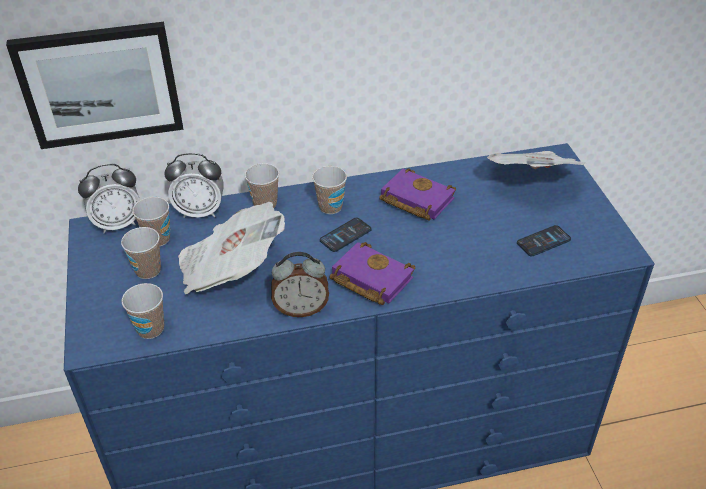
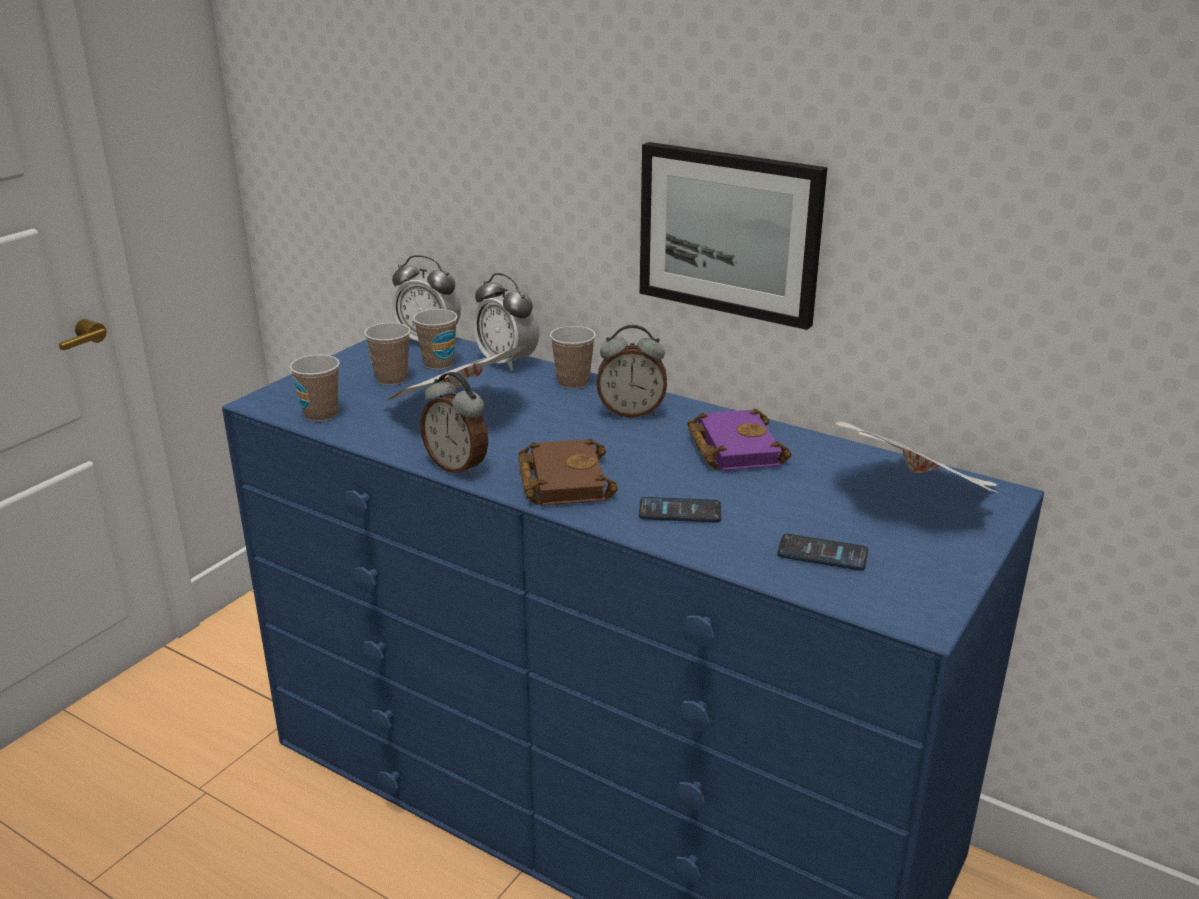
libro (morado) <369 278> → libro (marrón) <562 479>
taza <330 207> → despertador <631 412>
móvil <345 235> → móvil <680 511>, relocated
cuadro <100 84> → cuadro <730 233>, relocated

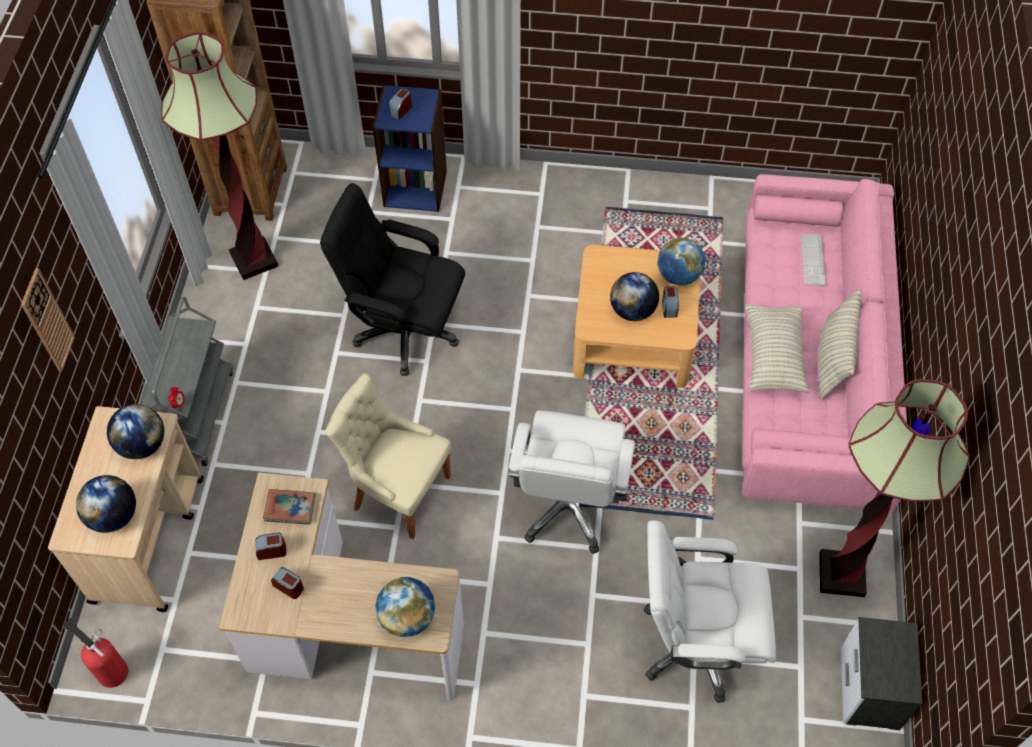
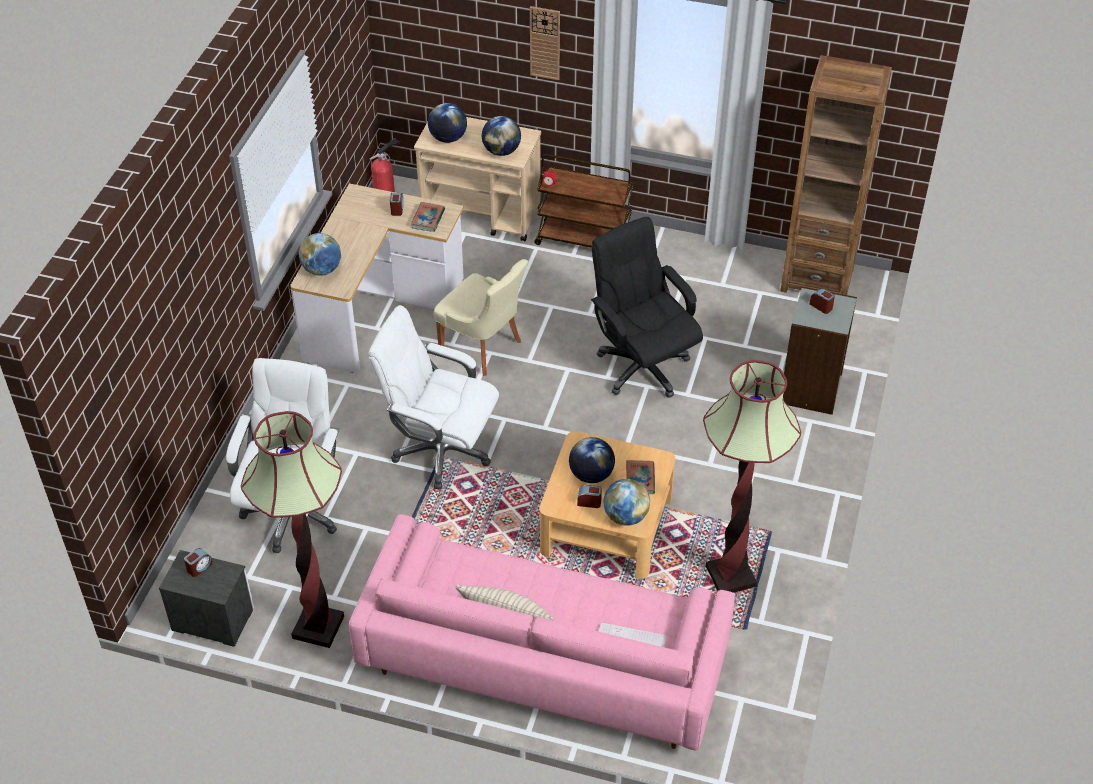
despertador <289 586> → despertador <199 567>, relocated
silla (beis) <398 491> → silla (beis) <483 348>, 90 degrees clockwise
carrito (gris) <197 414> → carrito (marrón) <584 241>
silla de oficina (negro) <405 331> → silla de oficina (negro) <642 366>, 60 degrees counterclockwise
- → libro <640 479>
lámpara de pie <254 260> → lámpara de pie <730 576>, relocated
estantería (azul) <415 188> → estantería (gris) <811 390>
cojín <773 356> → -

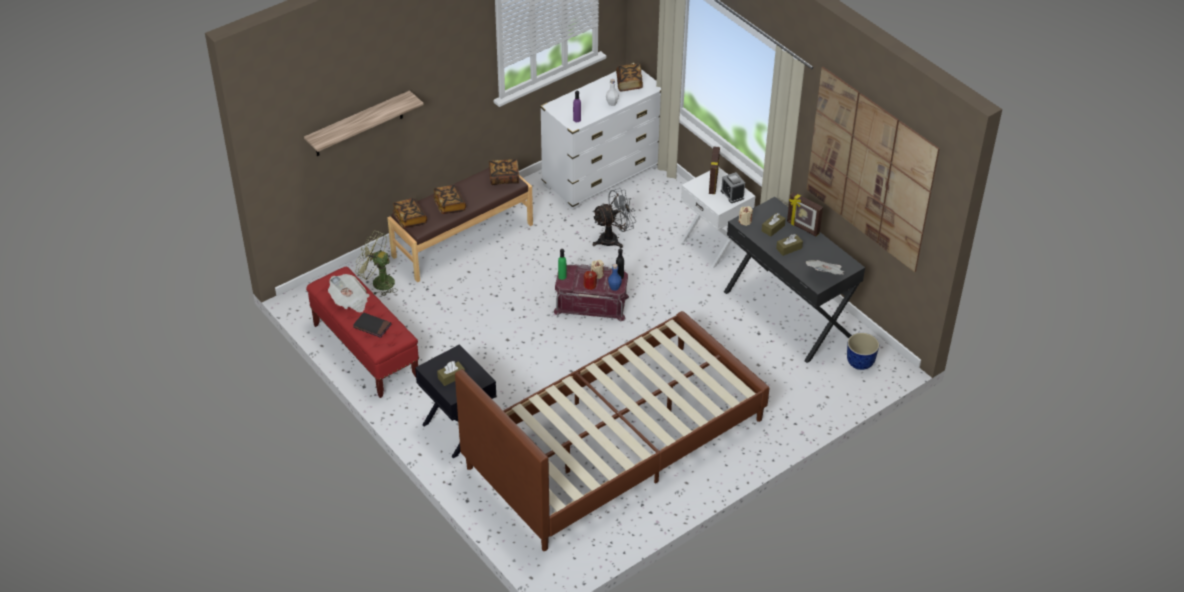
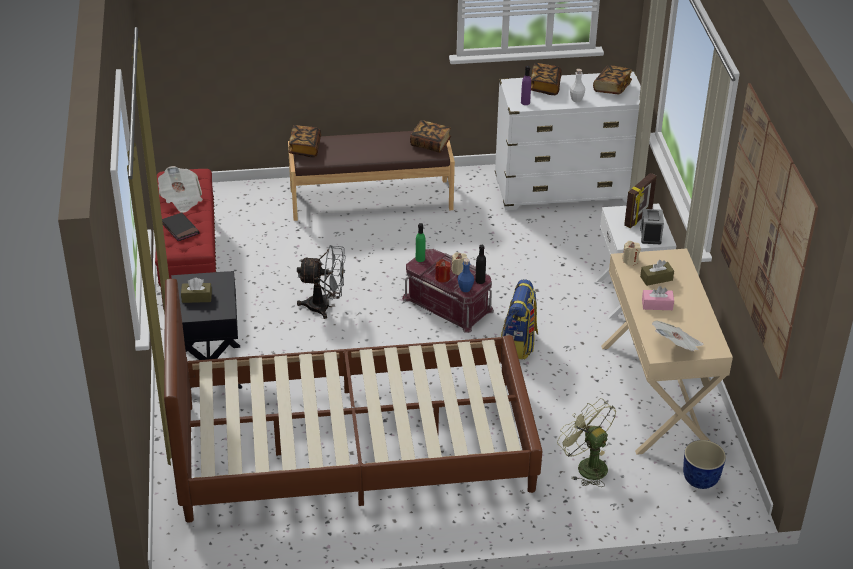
ventilador (gris) <613 239> → ventilador (gris) <325 306>, relocated
- → mochila <519 344>
libro <449 205> → libro <545 86>, relocated
ventilador (verde) <378 282> → ventilador (verde) <586 466>, relocated
escritorio (negro) <788 313> → escritorio (beis) <657 395>
caja de pañuelos (marrón) <789 248> → caja de pañuelos (rosa) <657 305>
estante <358 124> → -
portarretratos <802 228> → -

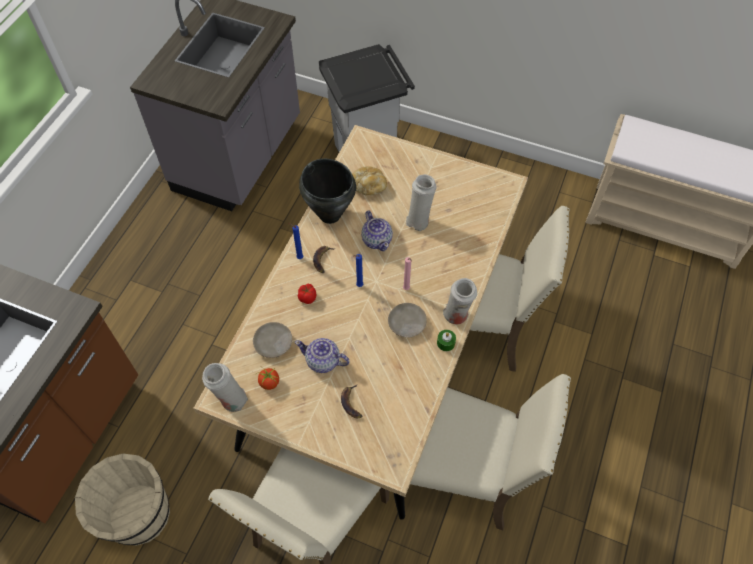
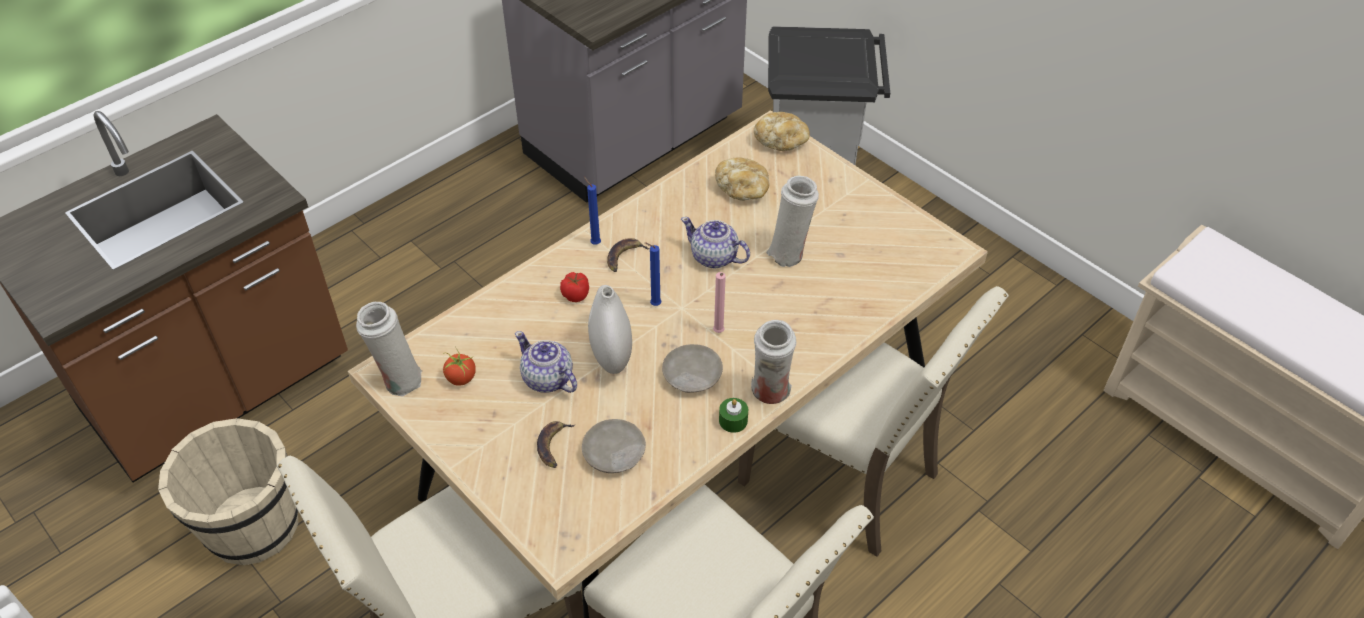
plato (beis) <273 343> → plato (beis) <613 453>, relocated
- → florero (blanco) <611 354>
tetera <377 240> → tetera <714 257>, 120 degrees clockwise
- → pan <781 141>
olla (negro) <330 214> → -

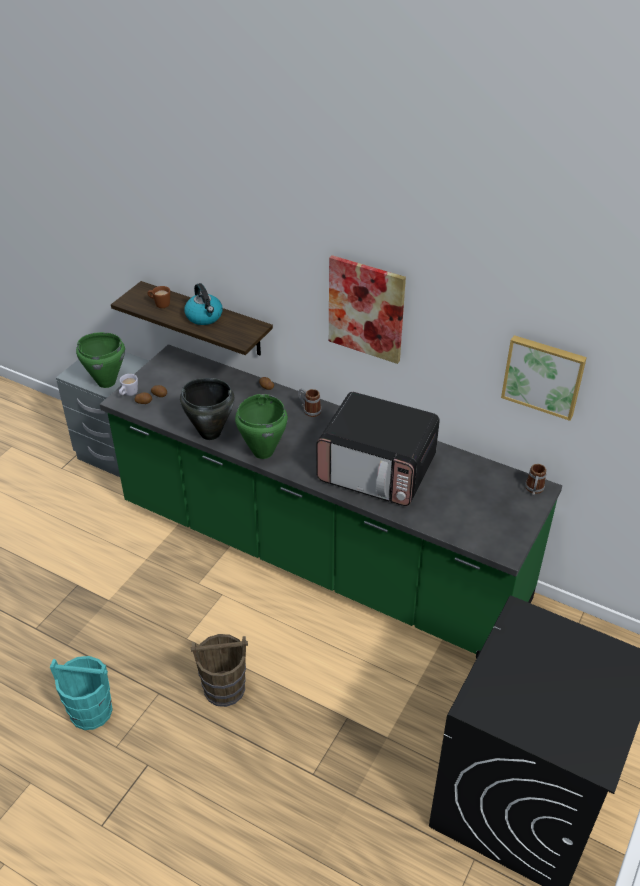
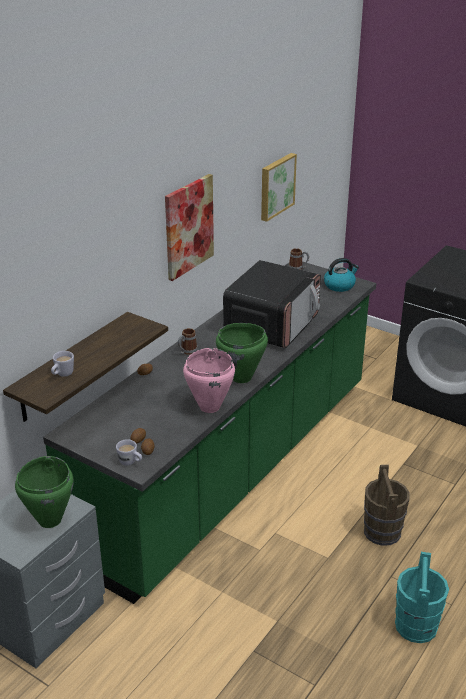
taza grande (marrón) <160 304> → taza grande (blanco) <62 375>
olla (negro) <210 433> → olla (rosa) <209 407>
hervidor <204 317> → hervidor <339 285>, relocated

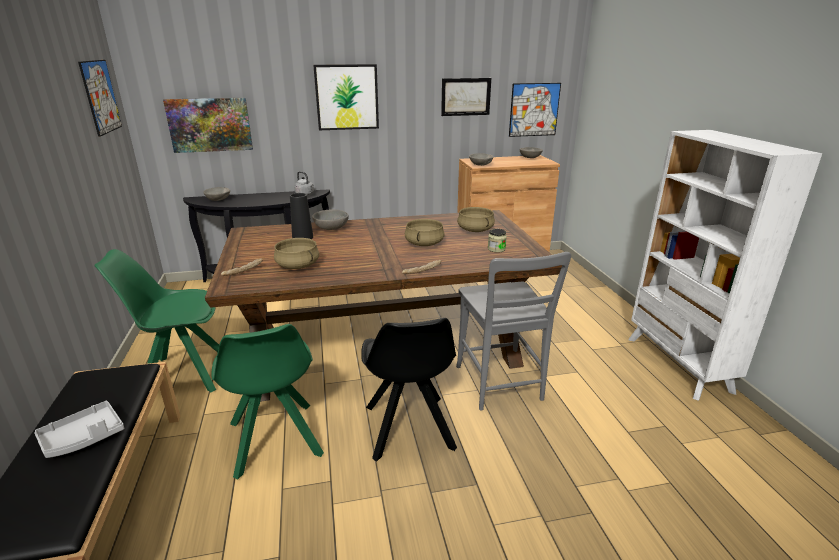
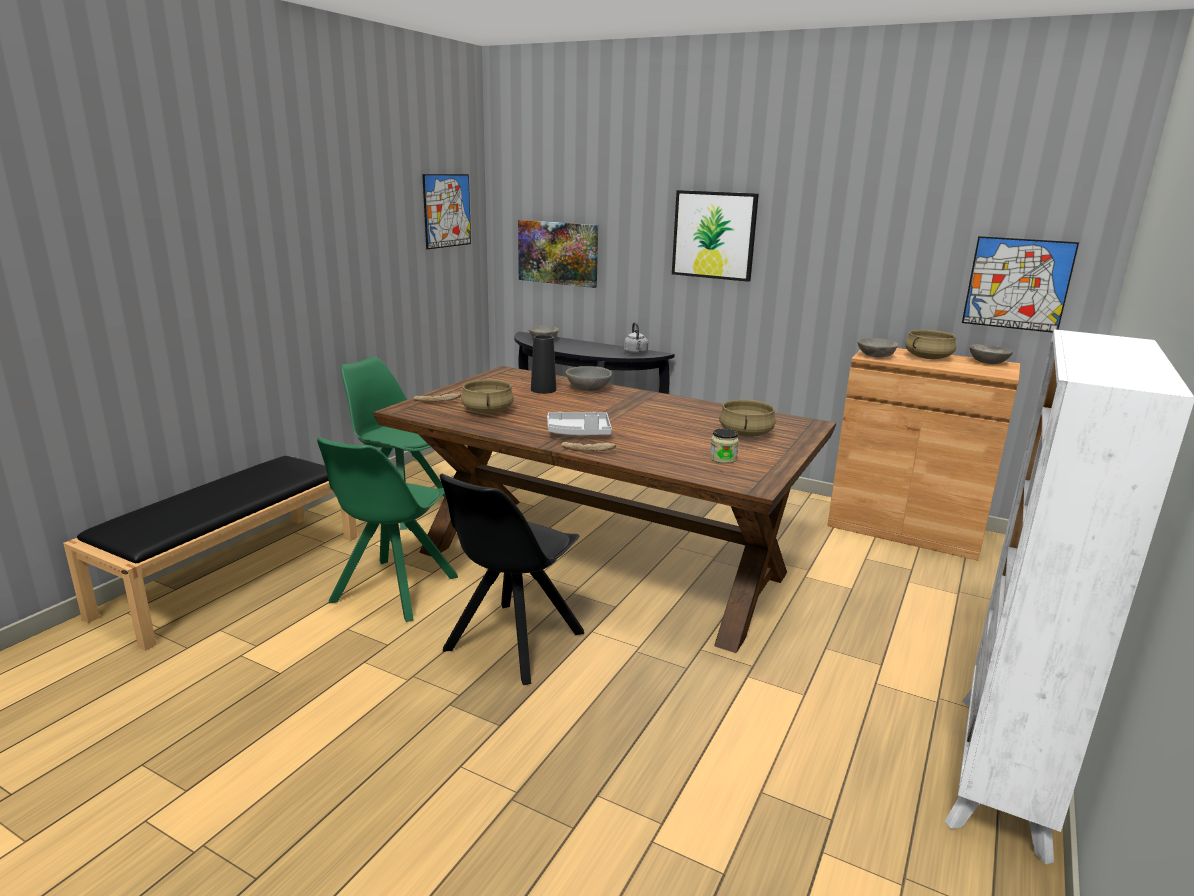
bandeja (gris) <83 438> → bandeja (gris) <579 433>, relocated
olla (beis) <424 244> → olla (beis) <928 358>, relocated
cuadro <466 97> → -
silla (gris) <500 386> → -

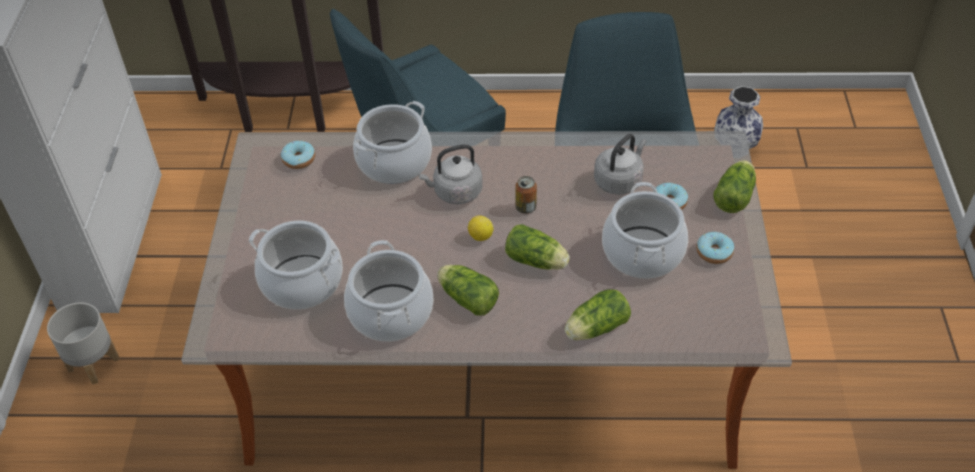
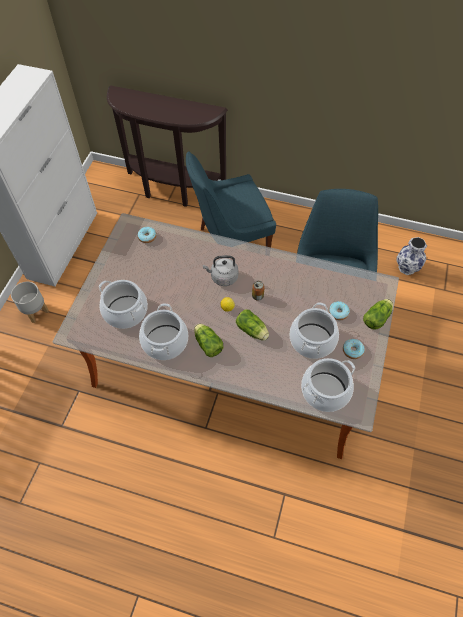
olla <394 162> → olla <325 391>, relocated
lechuga <594 328> → -
hervidor (gris) <619 180> → -

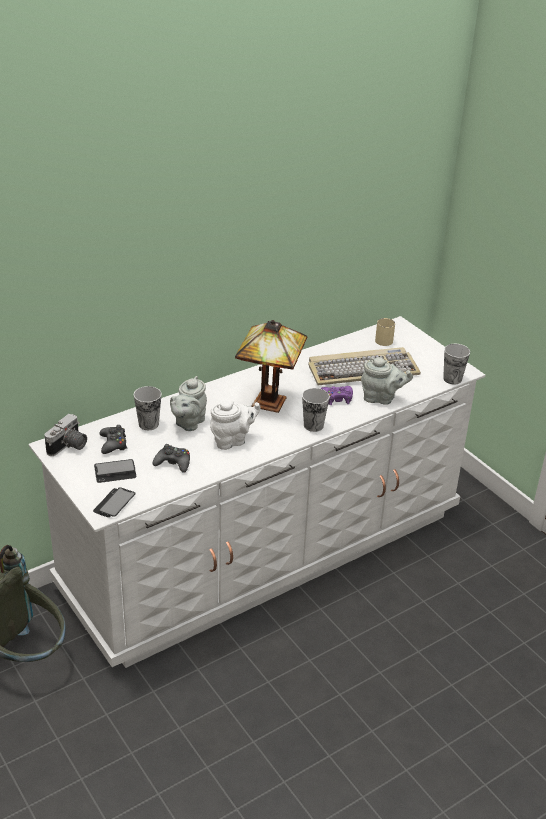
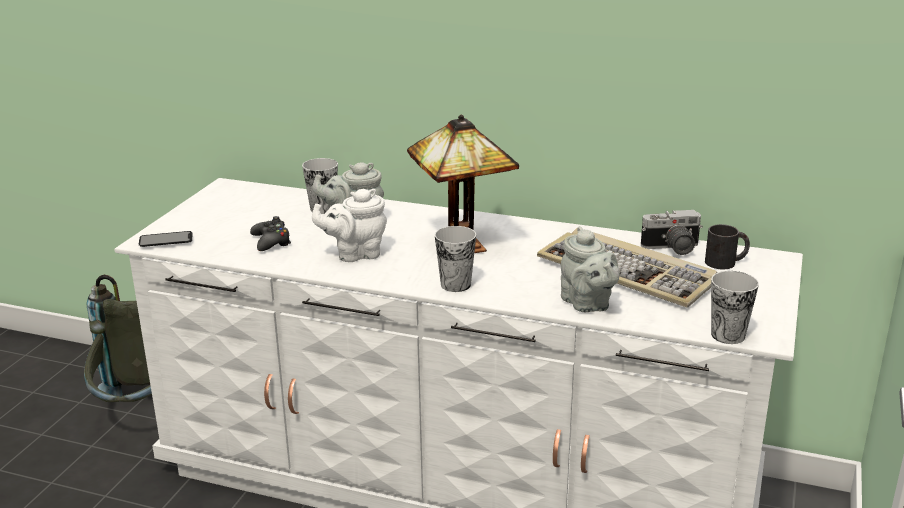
tetera (blanco) <232 440> → tetera (blanco) <355 254>, 135 degrees clockwise
cámara <69 447> → cámara <672 249>, relocated
taza grande (beis) <386 339> → taza grande (negro) <726 262>
móvil <115 472> → -
mando de consola (negro) <113 444> → -
mando de consola (morado) <337 398> → -

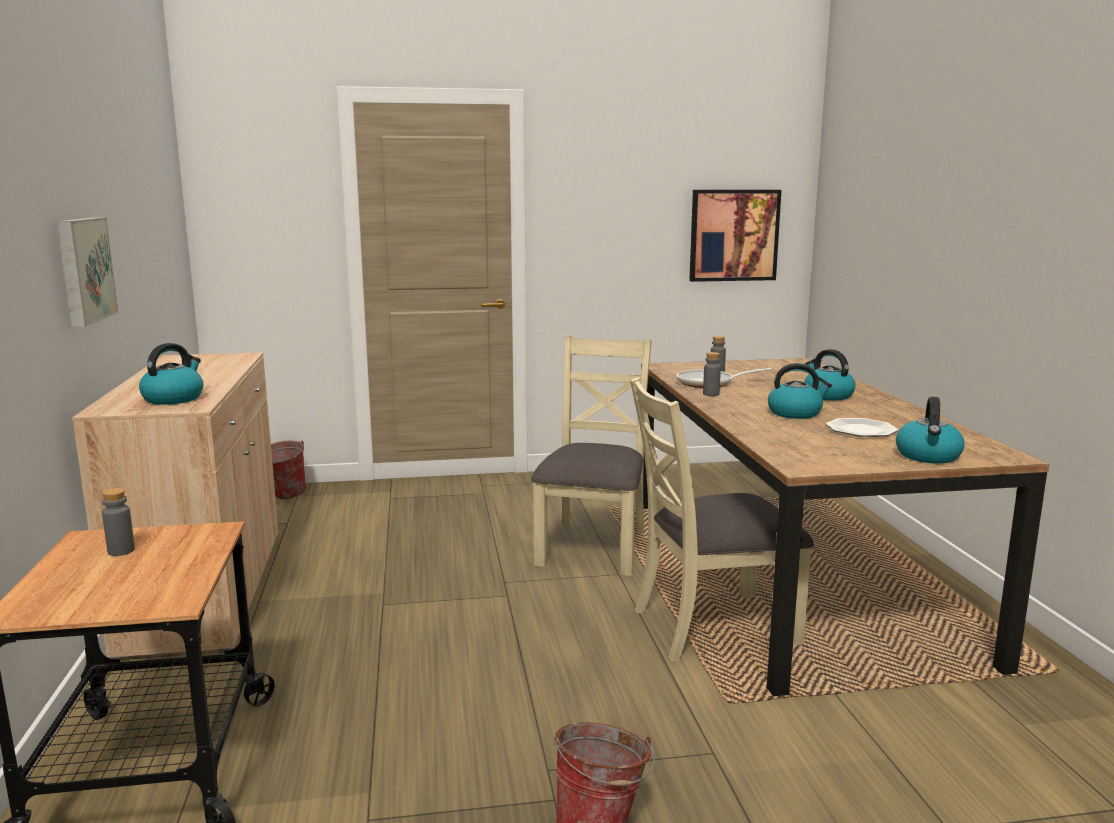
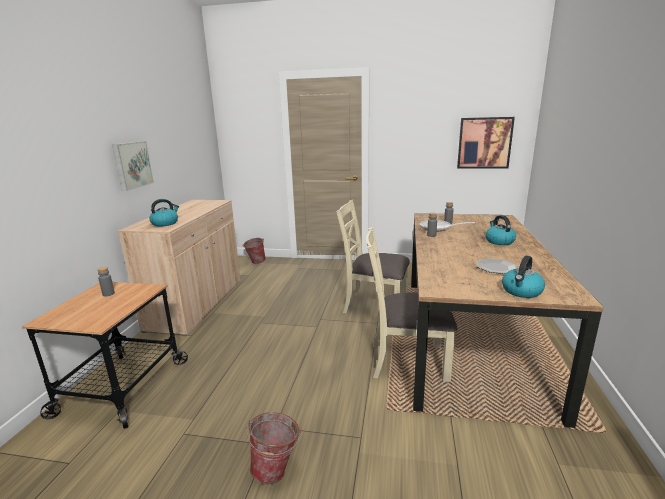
silla (beis) <594 547> → silla (beis) <374 306>, 105 degrees counterclockwise
hervidor <795 413> → -

